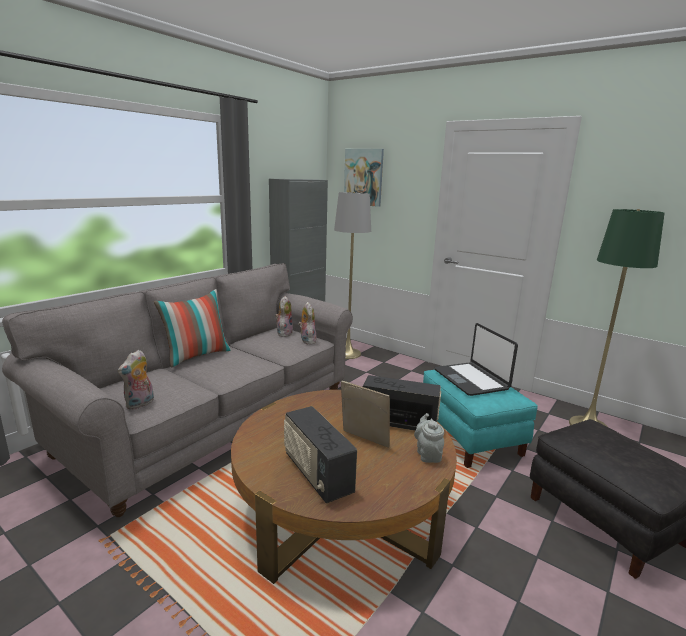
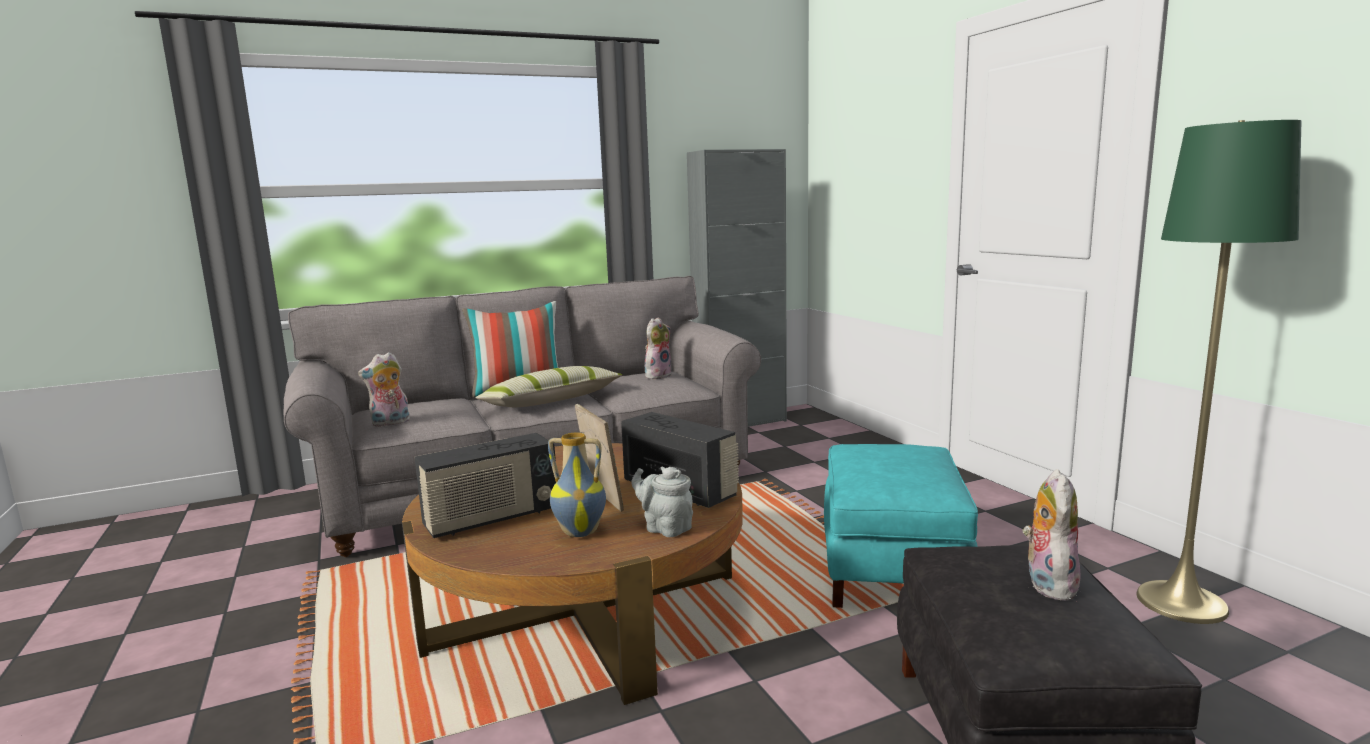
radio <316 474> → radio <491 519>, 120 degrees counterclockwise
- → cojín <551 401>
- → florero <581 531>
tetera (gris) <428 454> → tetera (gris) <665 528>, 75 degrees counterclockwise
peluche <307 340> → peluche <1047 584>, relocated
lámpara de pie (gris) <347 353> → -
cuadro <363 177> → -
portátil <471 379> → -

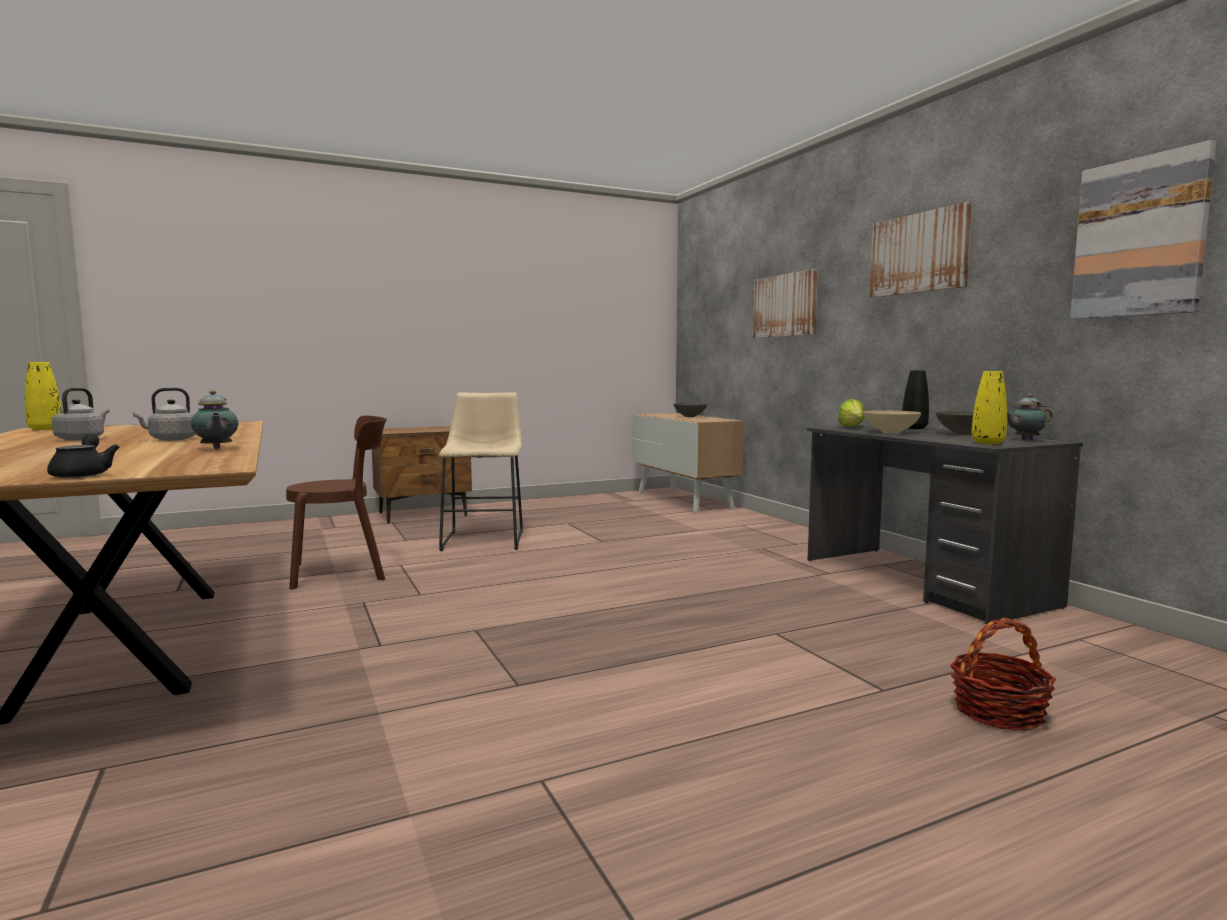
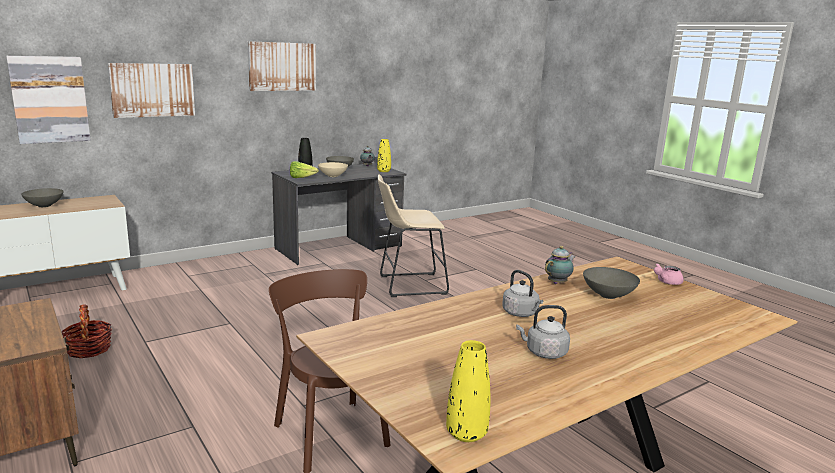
cuadro <1139 238> → cuadro <50 99>, relocated
cesta <998 712> → cesta <88 349>, relocated
taburete (beis) <485 539> → taburete (beis) <408 285>, relocated
- → cuenco (gris) <607 295>
tetera (negro) <84 474> → tetera (rosa) <666 282>

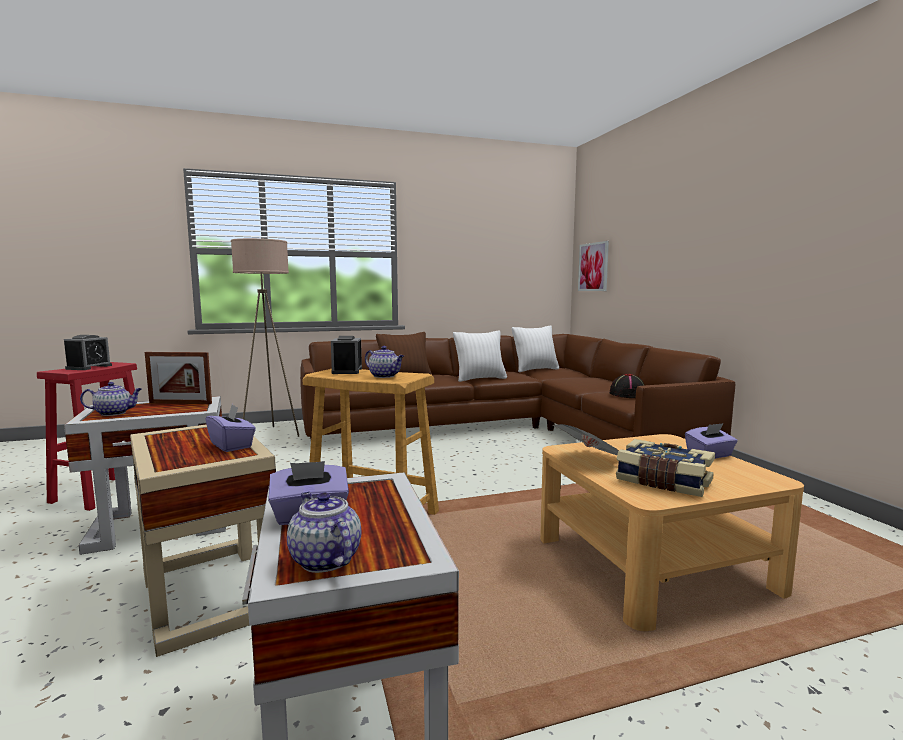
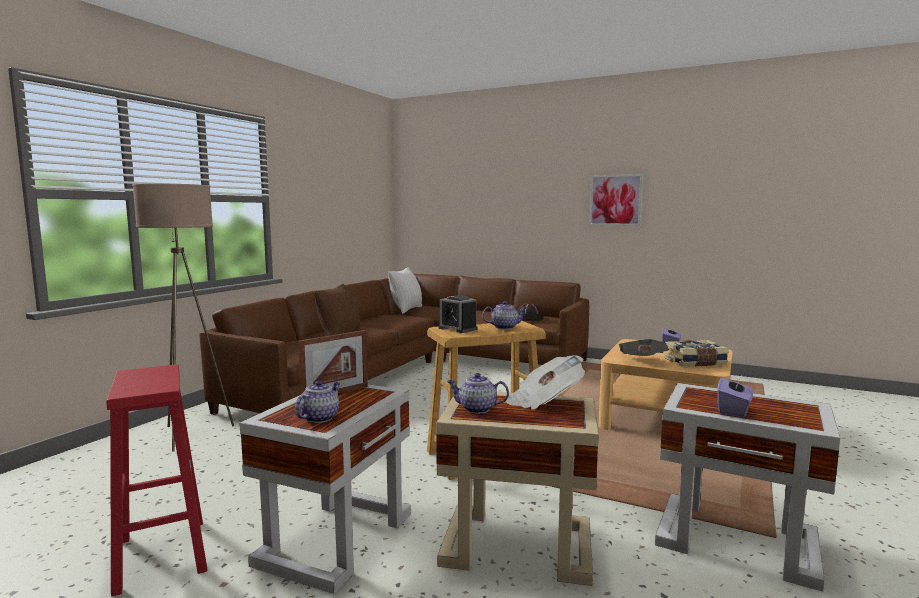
tetera <324 559> → tetera <476 409>, relocated
caja de pañuelos (morado) <232 445> → periódico <544 402>
cuadro <593 267> → cuadro <615 200>, relocated
despertador <89 367> → -
cojín (blanco) <480 379> → -

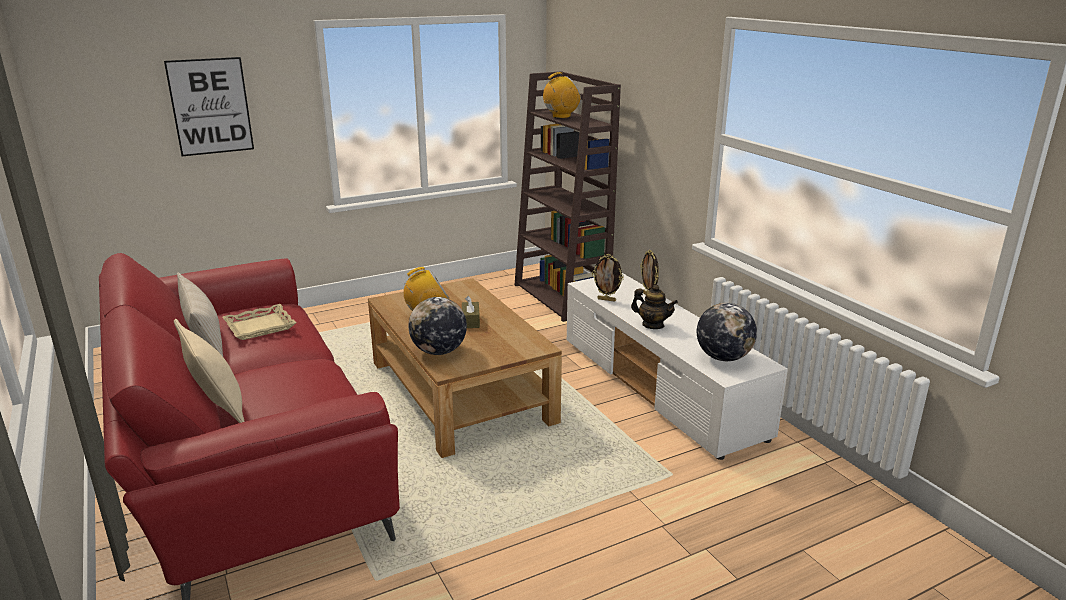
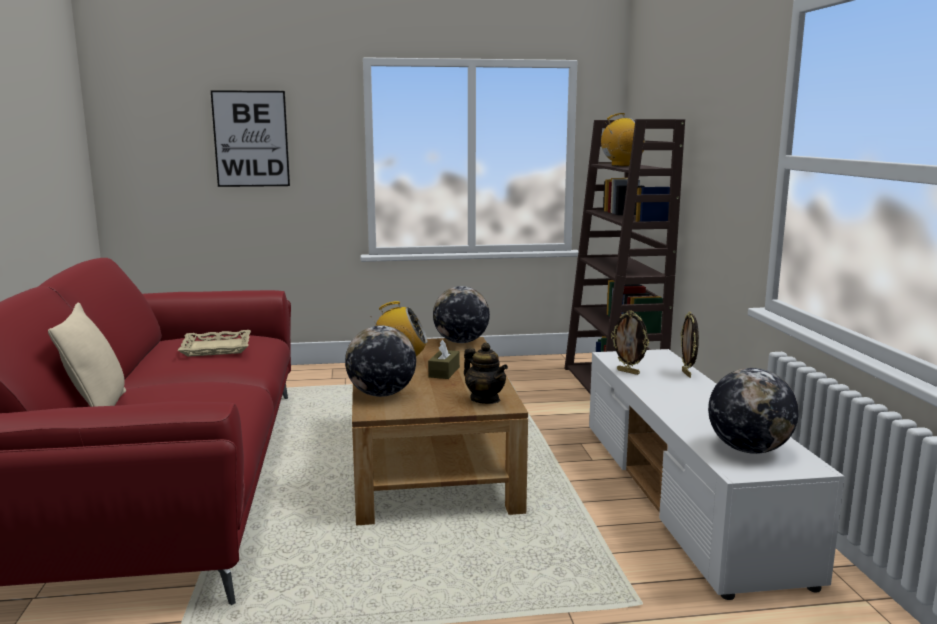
- → globo terráqueo <461 342>
tetera <653 325> → tetera <485 399>, relocated
cojín (beis) <204 337> → -

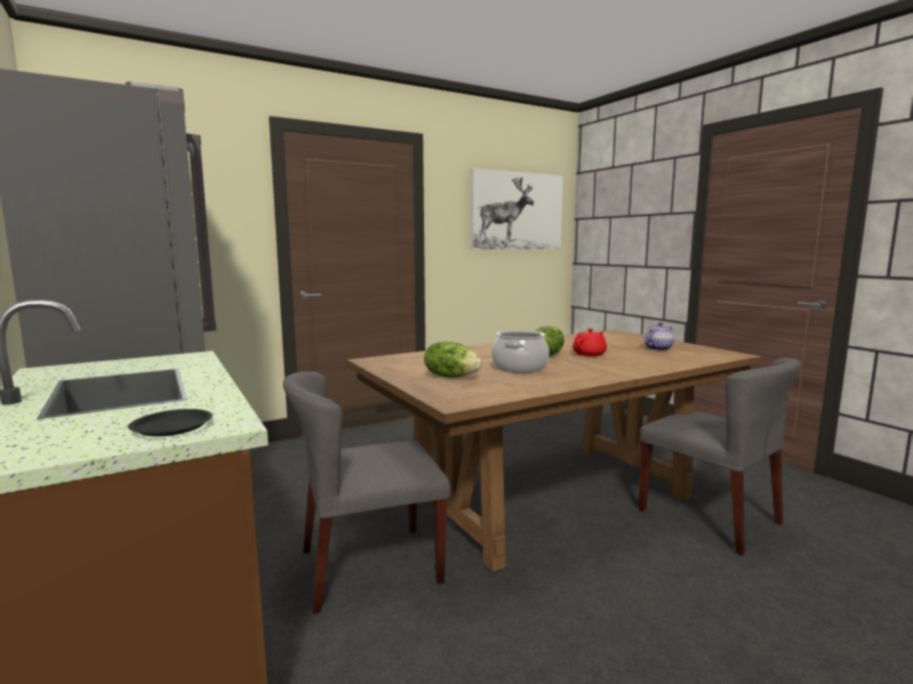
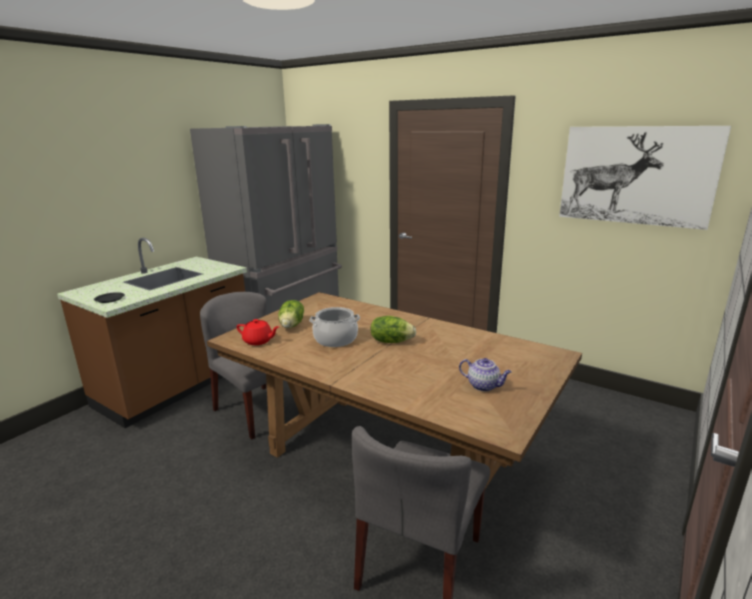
tetera (rojo) <589 354> → tetera (rojo) <258 341>, relocated

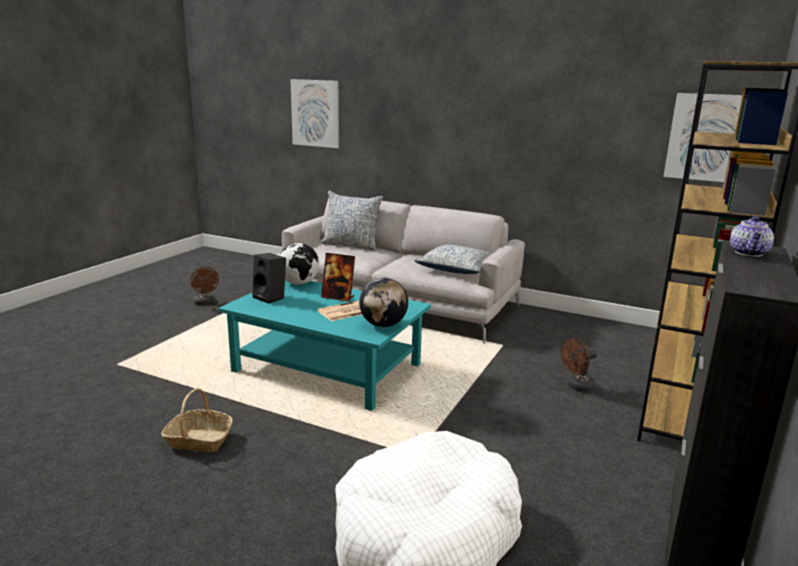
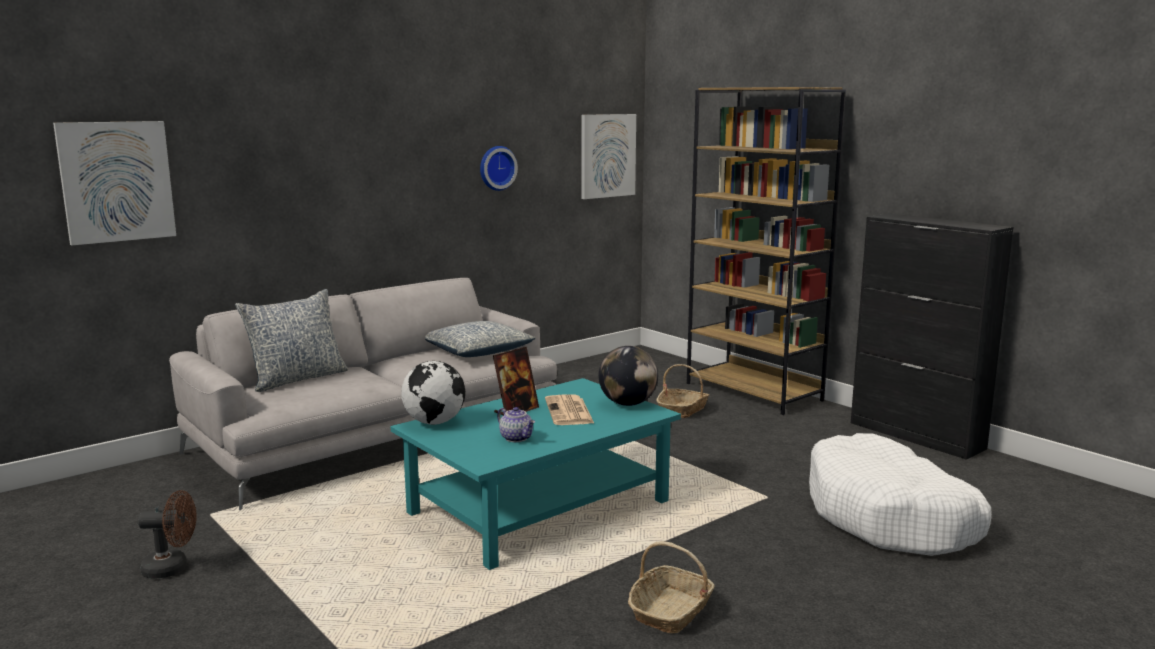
- → reloj de pared <496 168>
tetera <749 253> → tetera <517 438>, relocated
ventilador (marrón) <577 387> → cesta <682 410>
altavoz (negro) <271 297> → -

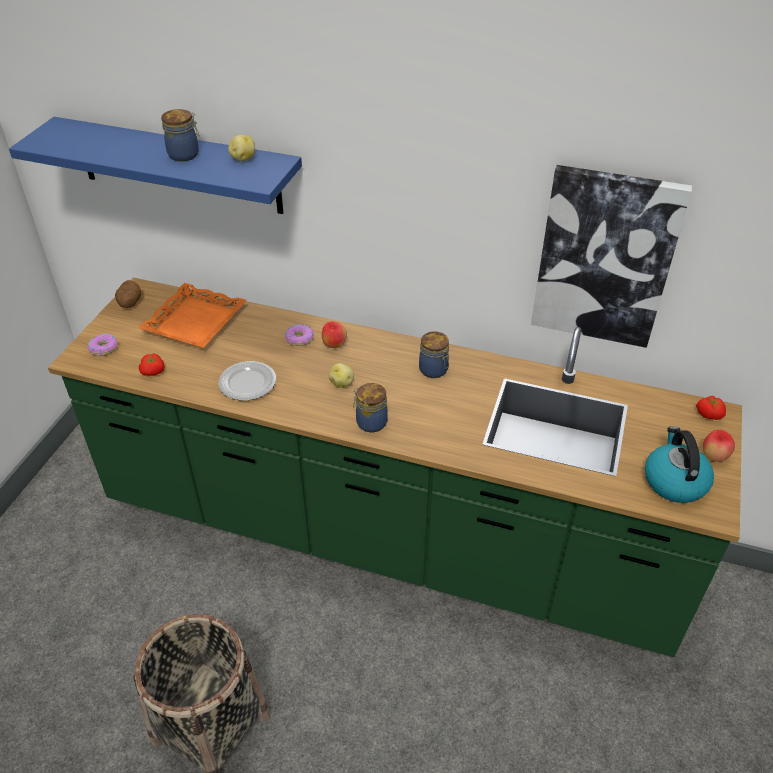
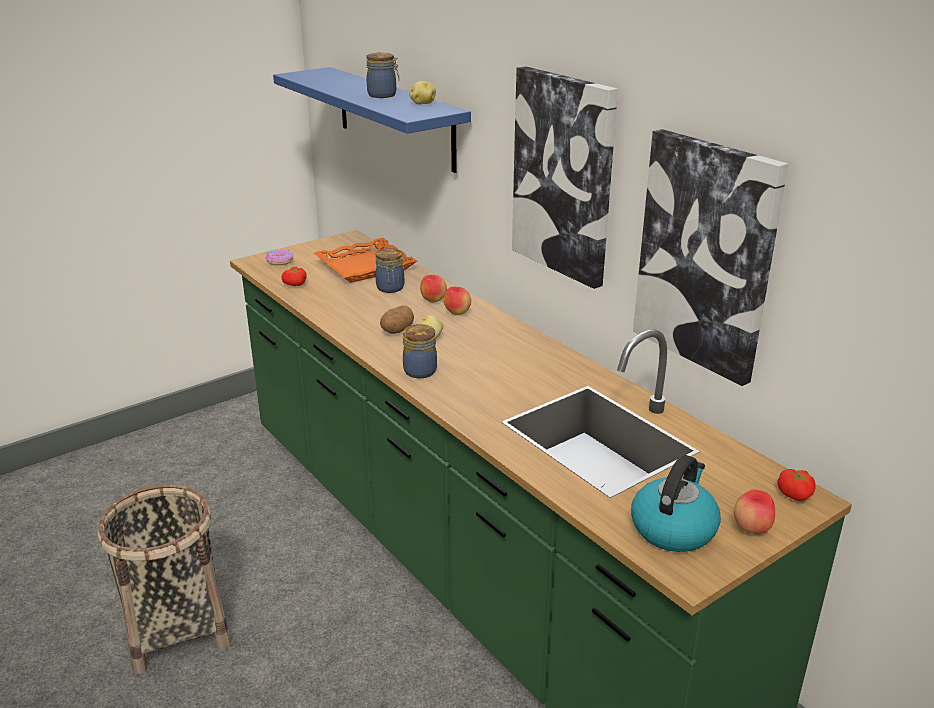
tarro <434 370> → tarro <390 288>, relocated
patata <130 303> → patata <396 331>, relocated
rosquilla <299 339> → manzana <433 301>
- → cuadro <564 176>
plato <247 384> → -

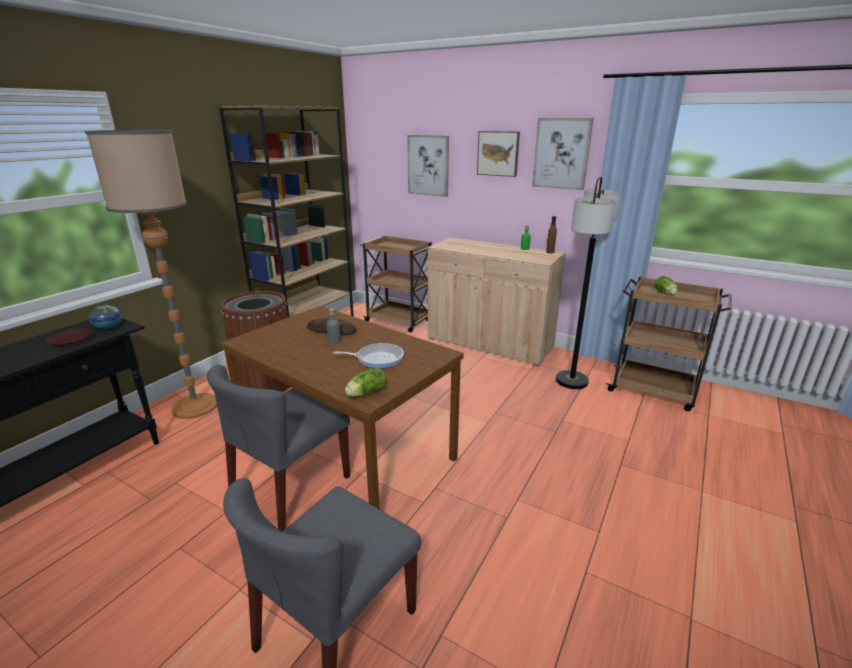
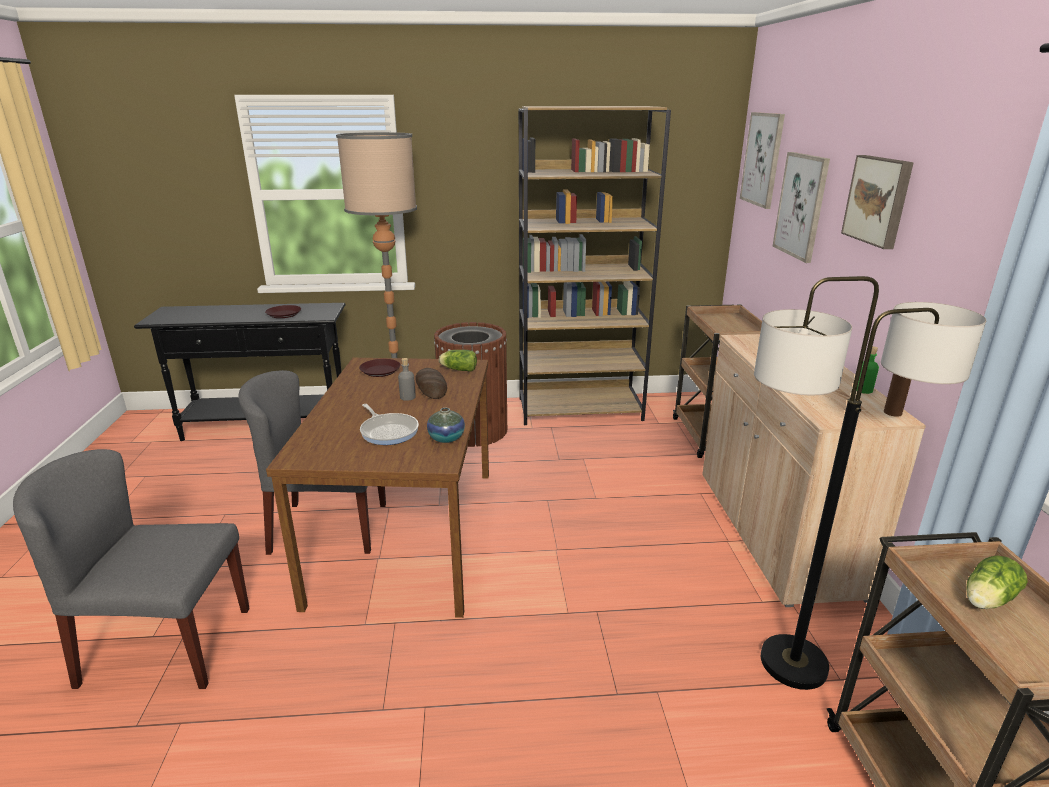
- → plato (marrón) <380 371>
florero <108 326> → florero <446 438>, relocated
lechuga <365 393> → lechuga <457 369>, relocated
cuadro <561 153> → cuadro <763 159>, relocated

